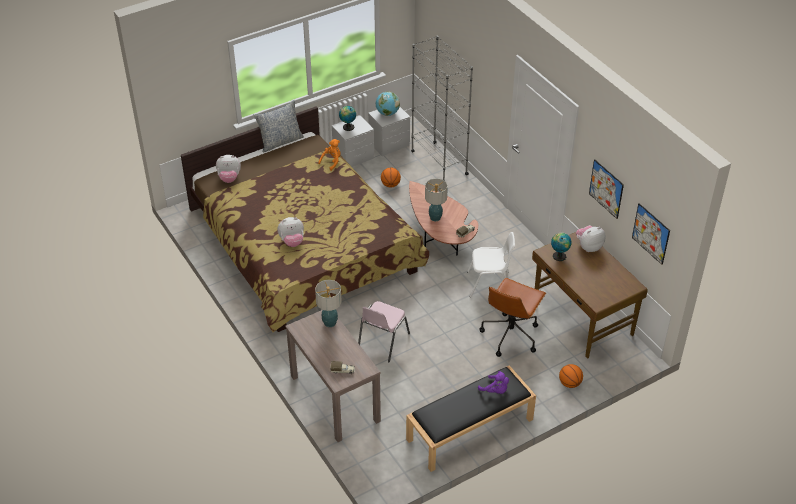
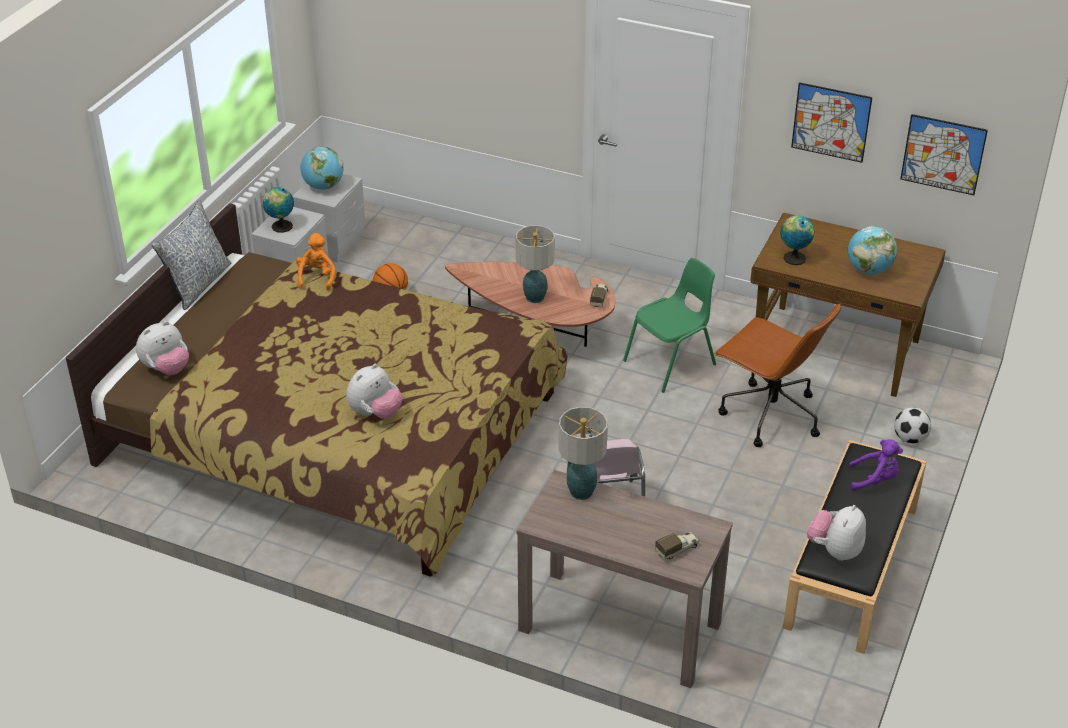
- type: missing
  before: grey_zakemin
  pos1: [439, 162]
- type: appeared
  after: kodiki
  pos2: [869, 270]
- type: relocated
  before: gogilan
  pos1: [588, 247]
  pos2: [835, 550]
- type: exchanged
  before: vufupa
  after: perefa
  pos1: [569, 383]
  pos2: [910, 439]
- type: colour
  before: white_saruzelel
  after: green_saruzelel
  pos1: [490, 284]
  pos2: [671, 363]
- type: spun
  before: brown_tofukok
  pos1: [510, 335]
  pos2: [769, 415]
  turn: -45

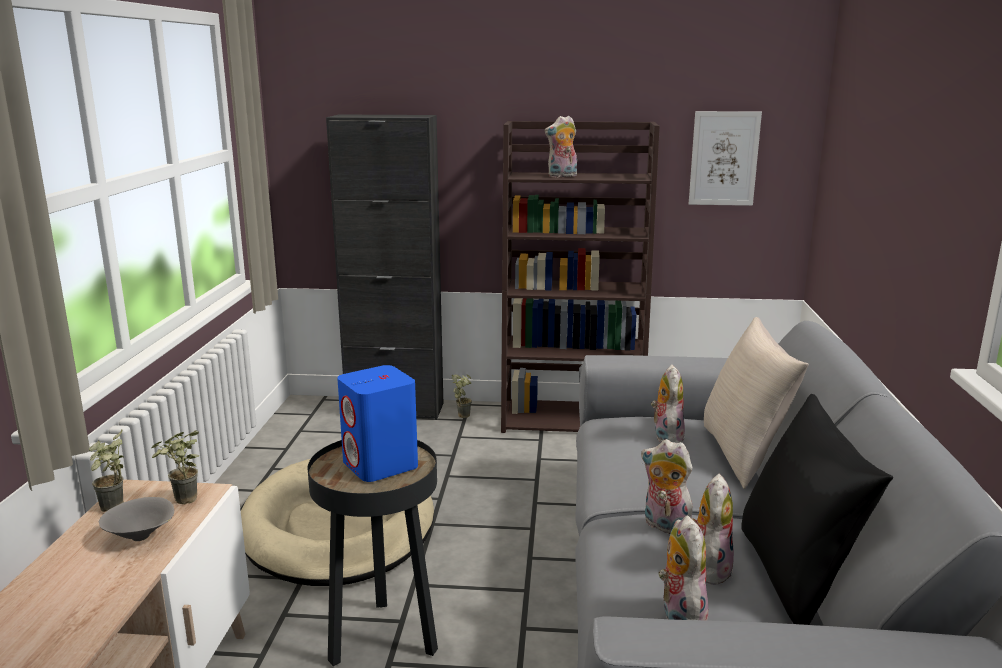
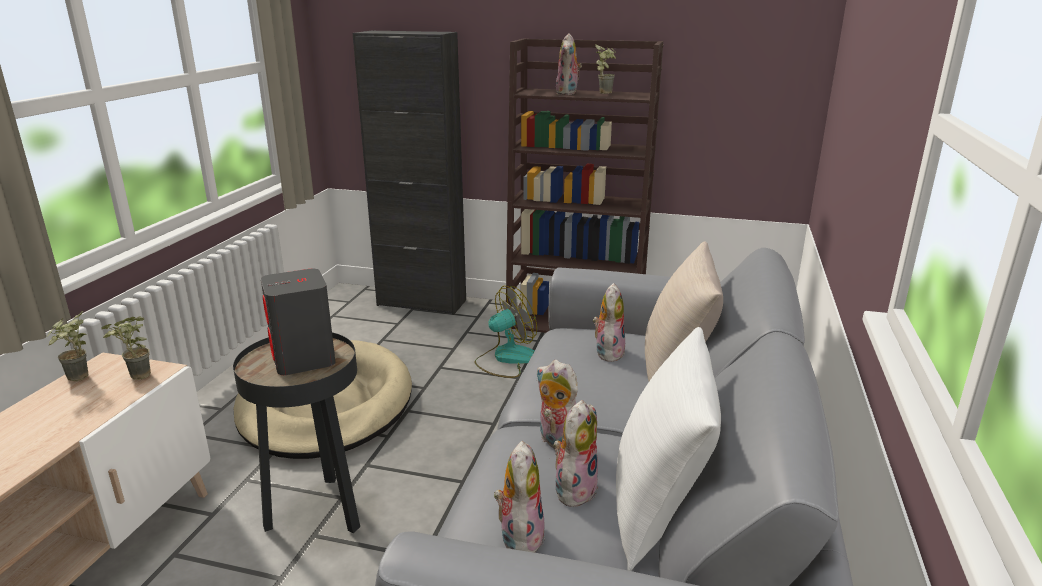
- type: missing
  before: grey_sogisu
  pos1: [142, 537]
- type: missing
  before: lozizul
  pos1: [724, 158]
- type: appeared
  after: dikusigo
  pos2: [506, 359]
- type: relocated
  before: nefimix
  pos1: [463, 414]
  pos2: [605, 92]
- type: colour
  before: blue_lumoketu
  after: grey_lumoketu
  pos1: [380, 465]
  pos2: [304, 360]
- type: colour
  before: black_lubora
  after: white_lubora
  pos1: [796, 577]
  pos2: [659, 509]
- type: spun
  before: gogilan
  pos1: [562, 176]
  pos2: [568, 93]
  turn: -75

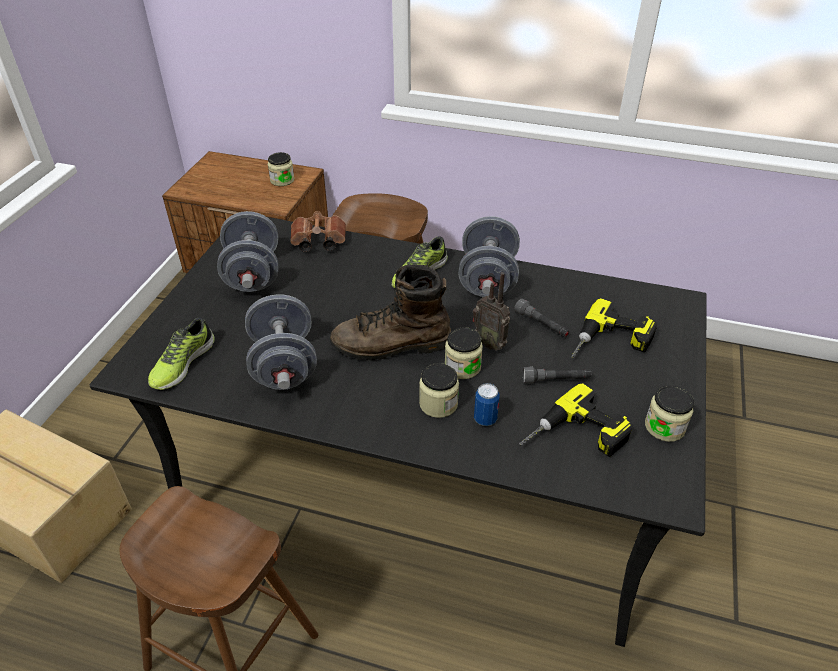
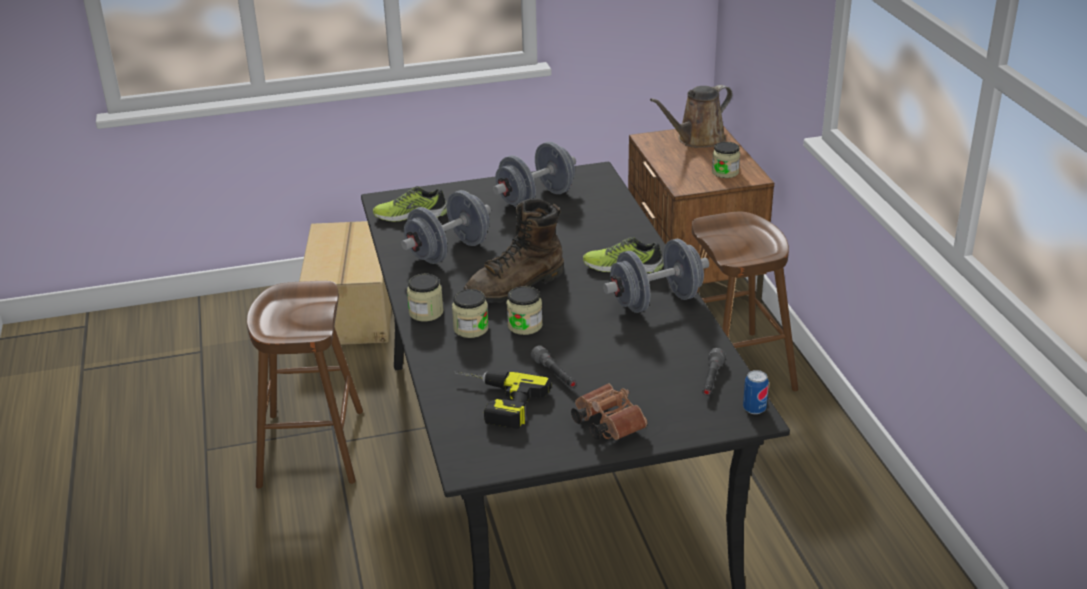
- type: missing
  before: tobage
  pos1: [490, 343]
- type: missing
  before: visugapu
  pos1: [610, 344]
- type: appeared
  after: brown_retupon
  pos2: [697, 140]
- type: relocated
  before: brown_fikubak
  pos1: [317, 242]
  pos2: [605, 423]
- type: relocated
  before: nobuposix
  pos1: [485, 419]
  pos2: [754, 409]
- type: relocated
  before: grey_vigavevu
  pos1: [541, 324]
  pos2: [711, 379]
- type: relocated
  before: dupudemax
  pos1: [664, 427]
  pos2: [426, 312]
- type: spun
  before: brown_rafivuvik
  pos1: [391, 345]
  pos2: [516, 286]
  turn: -90

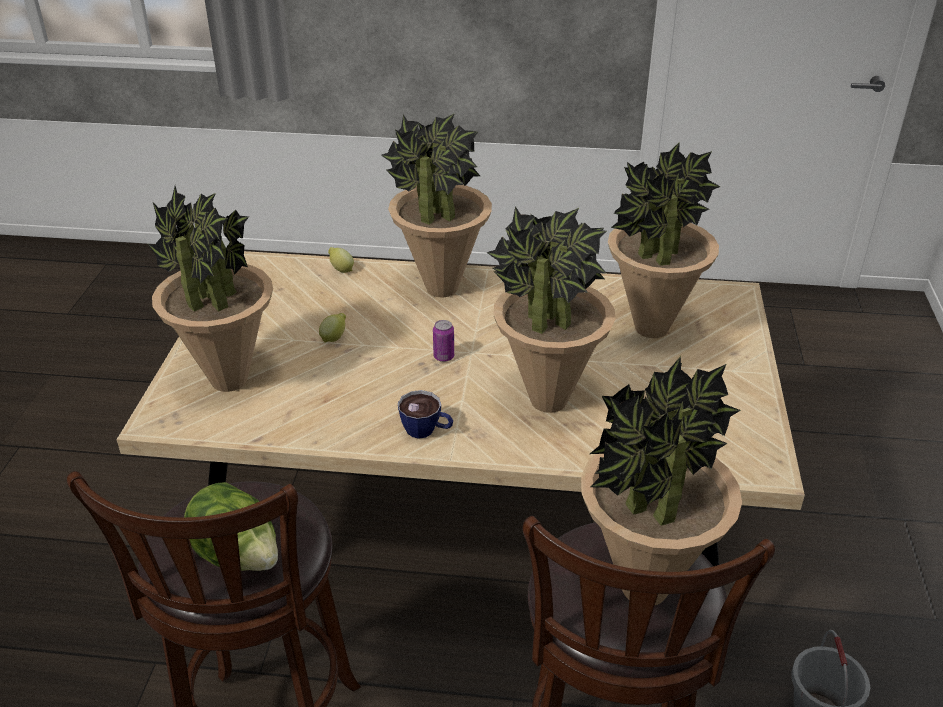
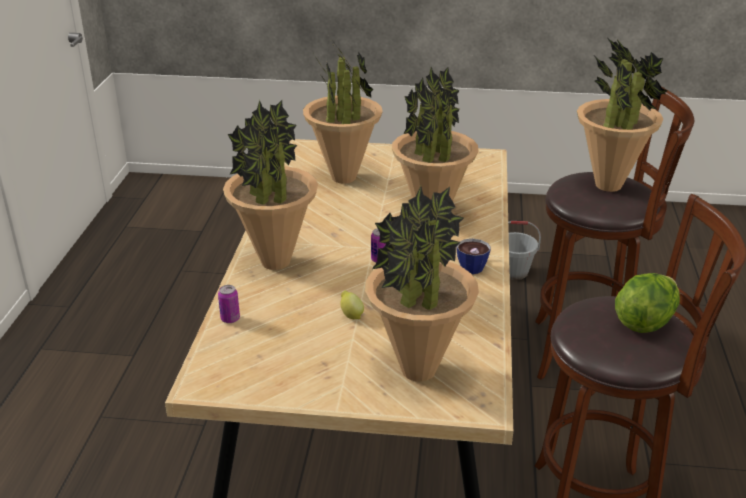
- type: exchanged
  before: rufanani
  after: nobuposix
  pos1: [341, 270]
  pos2: [230, 319]

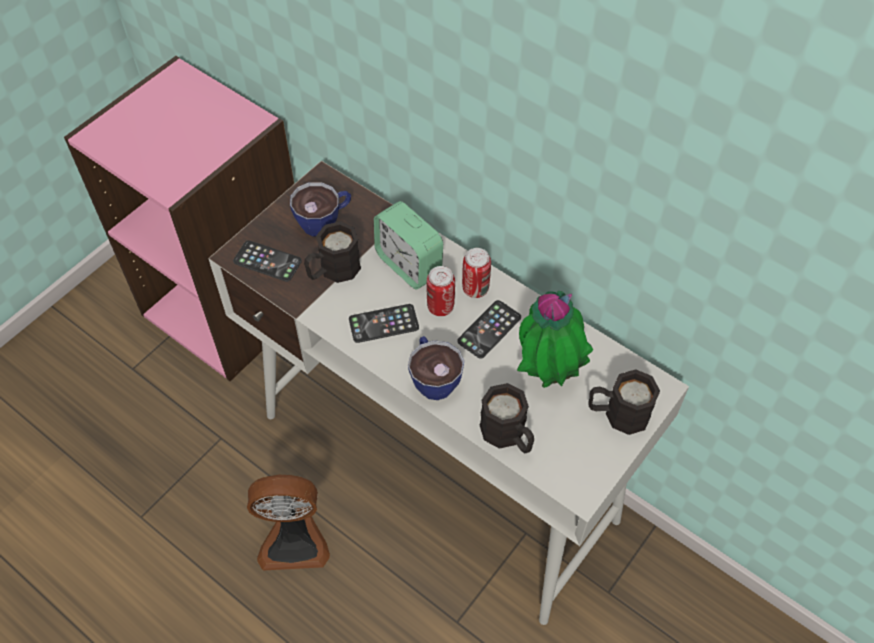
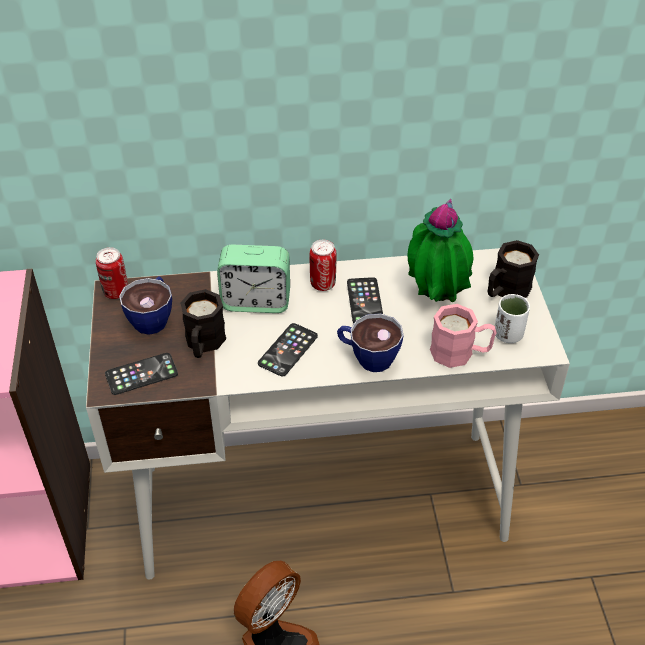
- type: appeared
  after: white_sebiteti
  pos2: [508, 335]
- type: relocated
  before: nobuposix
  pos1: [440, 307]
  pos2: [116, 292]
- type: colour
  before: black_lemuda
  after: pink_lemuda
  pos1: [508, 435]
  pos2: [460, 353]

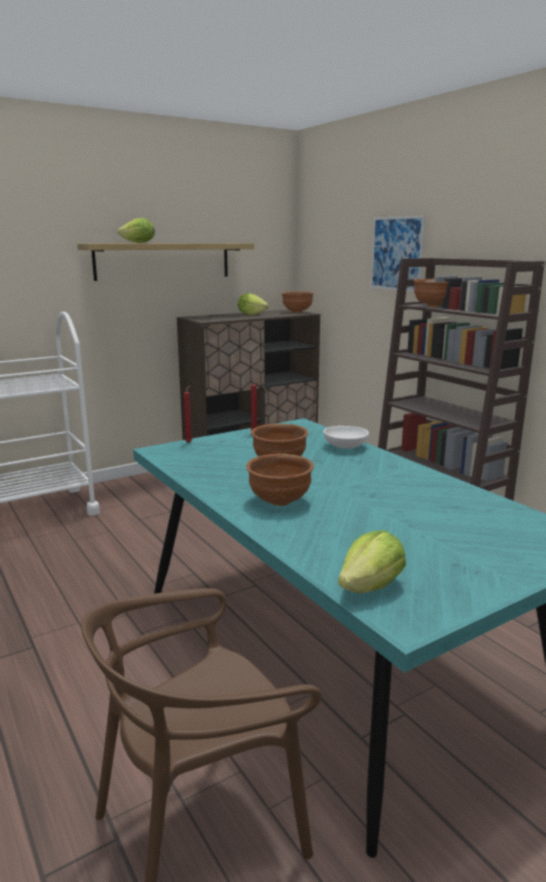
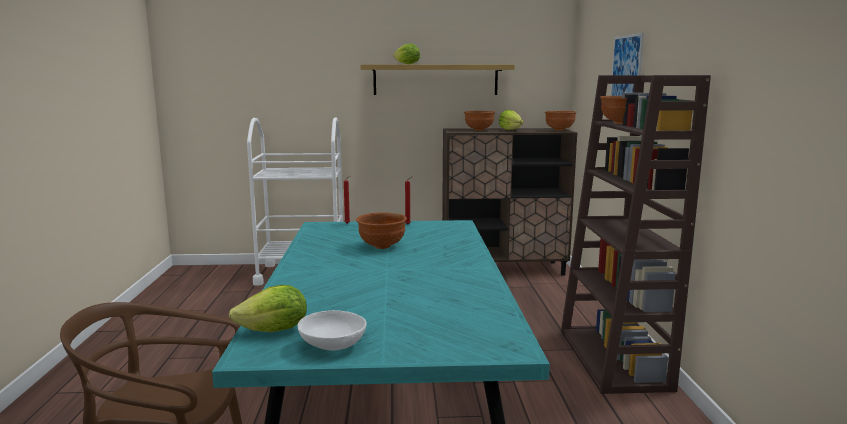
- type: relocated
  before: brown_sogisu
  pos1: [279, 501]
  pos2: [478, 130]
- type: relocated
  before: white_sogisu
  pos1: [345, 447]
  pos2: [333, 345]

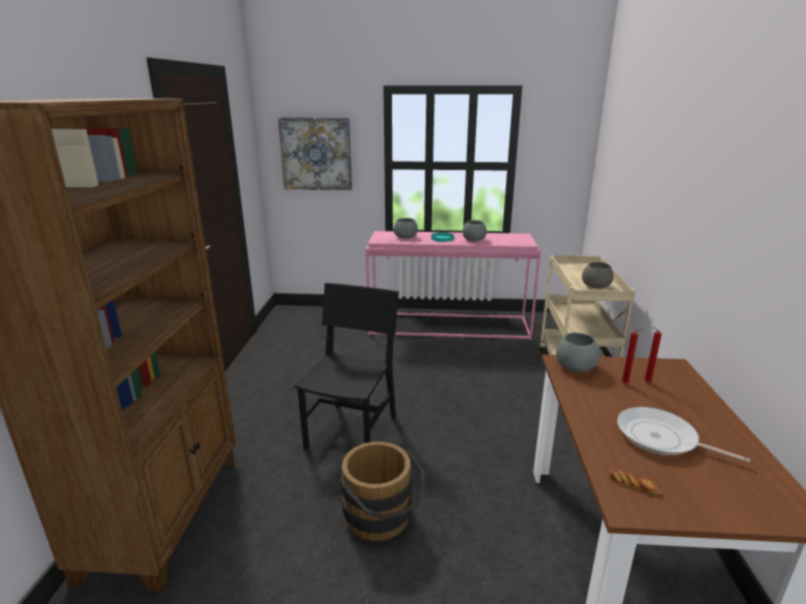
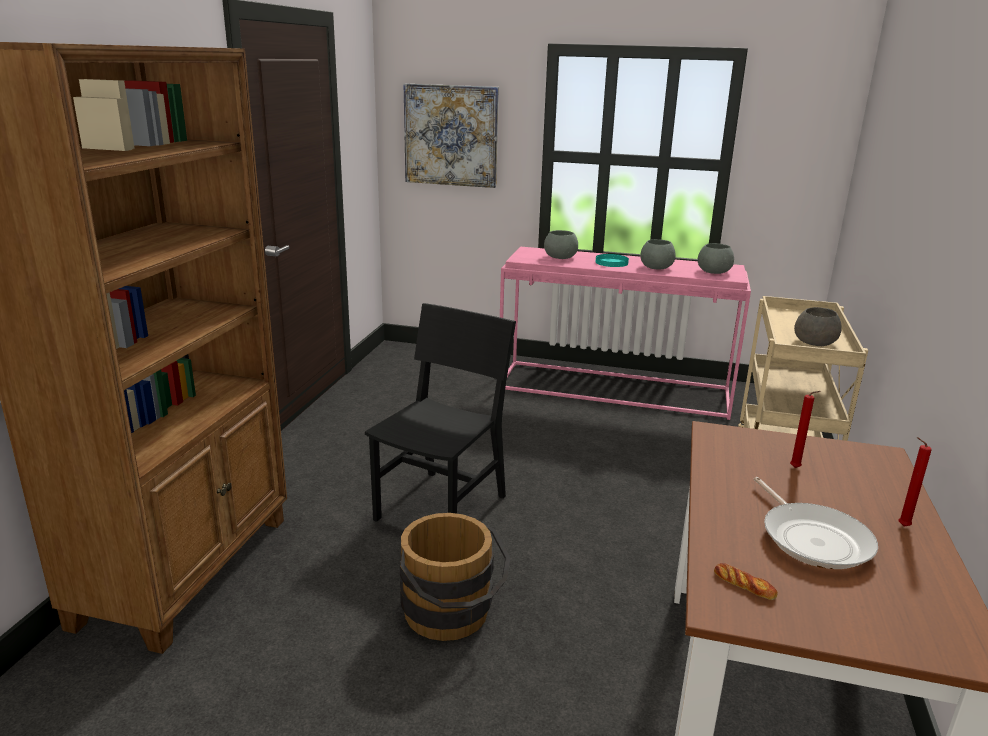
- type: relocated
  before: grey_sogisu
  pos1: [575, 367]
  pos2: [713, 271]
- type: relocated
  before: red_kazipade
  pos1: [646, 382]
  pos2: [901, 526]
- type: spun
  before: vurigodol
  pos1: [661, 438]
  pos2: [812, 539]
  turn: -150

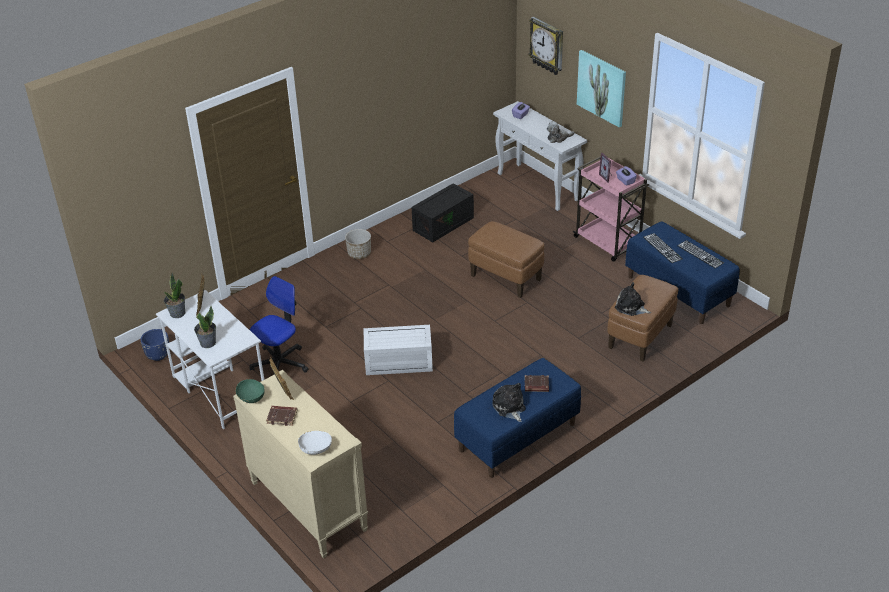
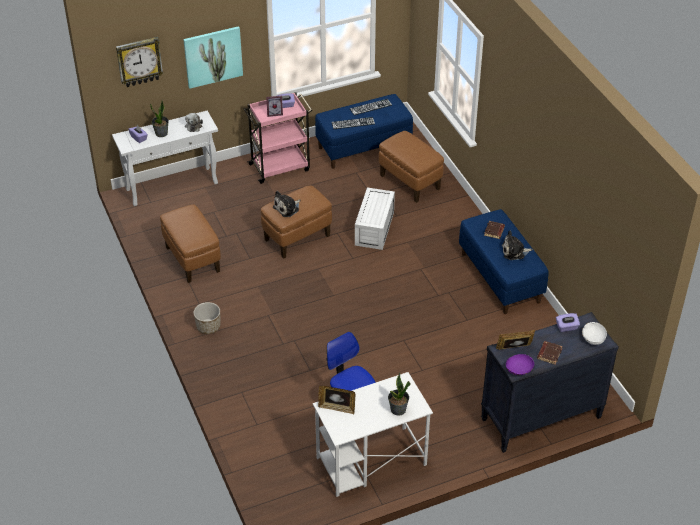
- type: missing
  before: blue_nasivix
  pos1: [158, 356]
- type: appeared
  after: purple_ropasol
  pos2: [566, 327]
- type: relocated
  before: nefimix
  pos1: [177, 313]
  pos2: [161, 133]
- type: relocated
  before: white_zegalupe
  pos1: [397, 363]
  pos2: [375, 229]
- type: relocated
  before: gogilan
  pos1: [631, 307]
  pos2: [287, 208]
- type: exchanged
  before: black_zegalupe
  after: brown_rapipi
  pos1: [443, 223]
  pos2: [192, 259]
- type: colour
  before: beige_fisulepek
  after: black_fisulepek
  pos1: [307, 506]
  pos2: [540, 419]
- type: colour
  before: green_sogisu
  after: purple_sogisu
  pos1: [251, 398]
  pos2: [519, 371]

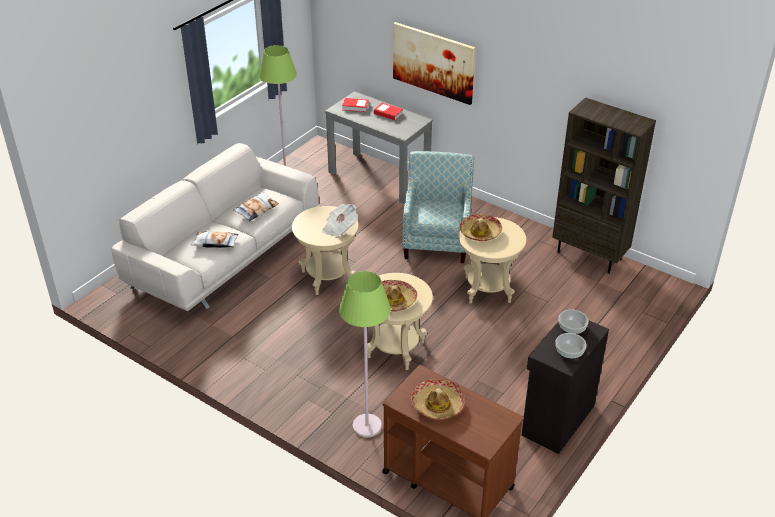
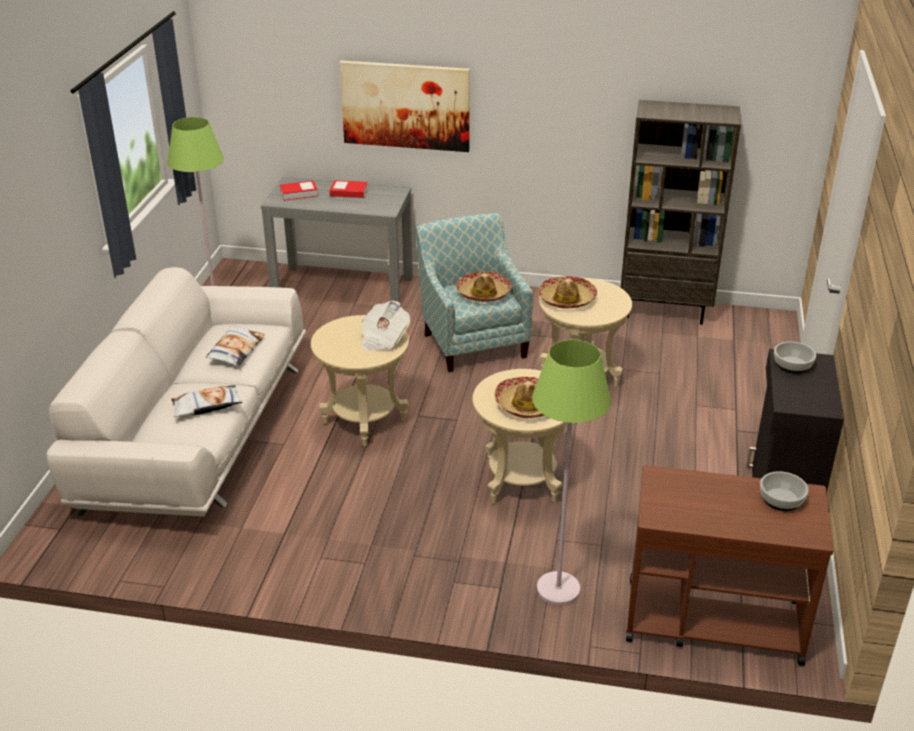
- type: relocated
  before: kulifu
  pos1: [437, 404]
  pos2: [483, 293]
- type: relocated
  before: sogisu
  pos1: [569, 351]
  pos2: [781, 499]

